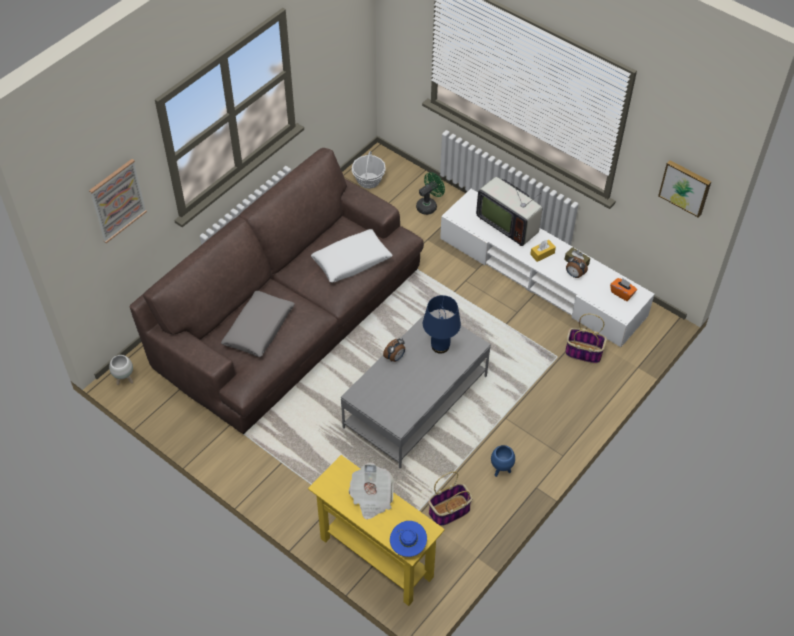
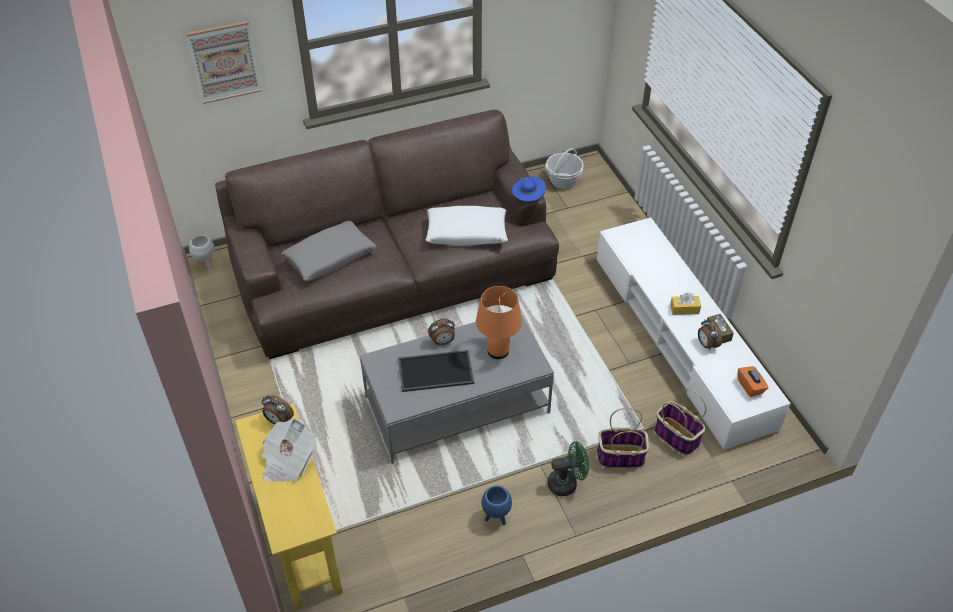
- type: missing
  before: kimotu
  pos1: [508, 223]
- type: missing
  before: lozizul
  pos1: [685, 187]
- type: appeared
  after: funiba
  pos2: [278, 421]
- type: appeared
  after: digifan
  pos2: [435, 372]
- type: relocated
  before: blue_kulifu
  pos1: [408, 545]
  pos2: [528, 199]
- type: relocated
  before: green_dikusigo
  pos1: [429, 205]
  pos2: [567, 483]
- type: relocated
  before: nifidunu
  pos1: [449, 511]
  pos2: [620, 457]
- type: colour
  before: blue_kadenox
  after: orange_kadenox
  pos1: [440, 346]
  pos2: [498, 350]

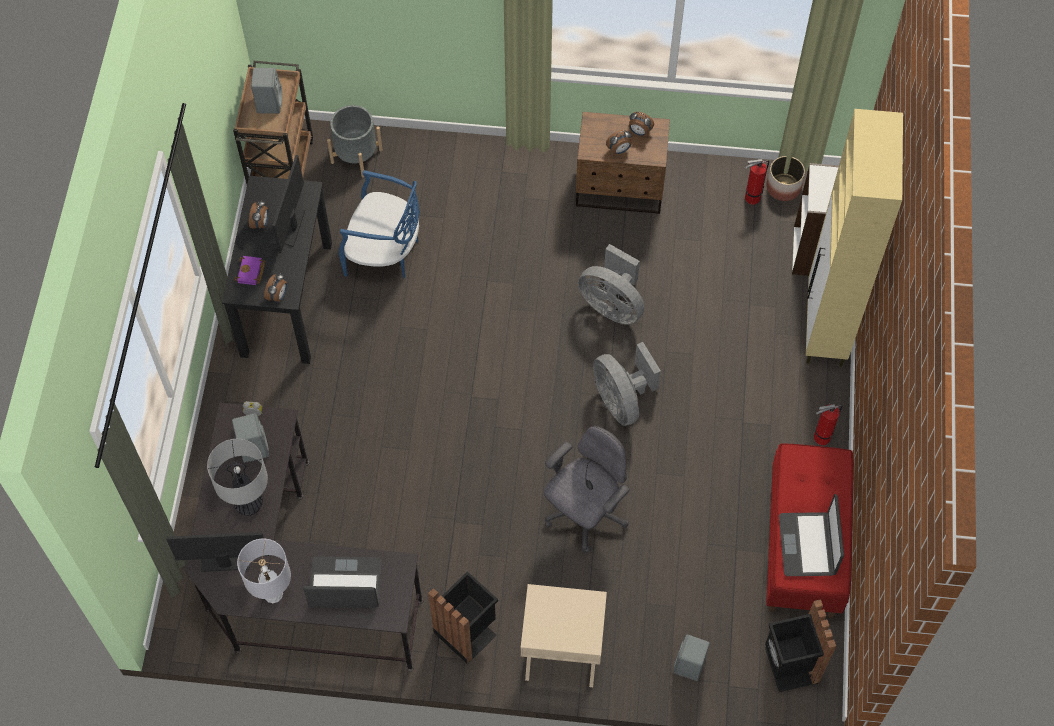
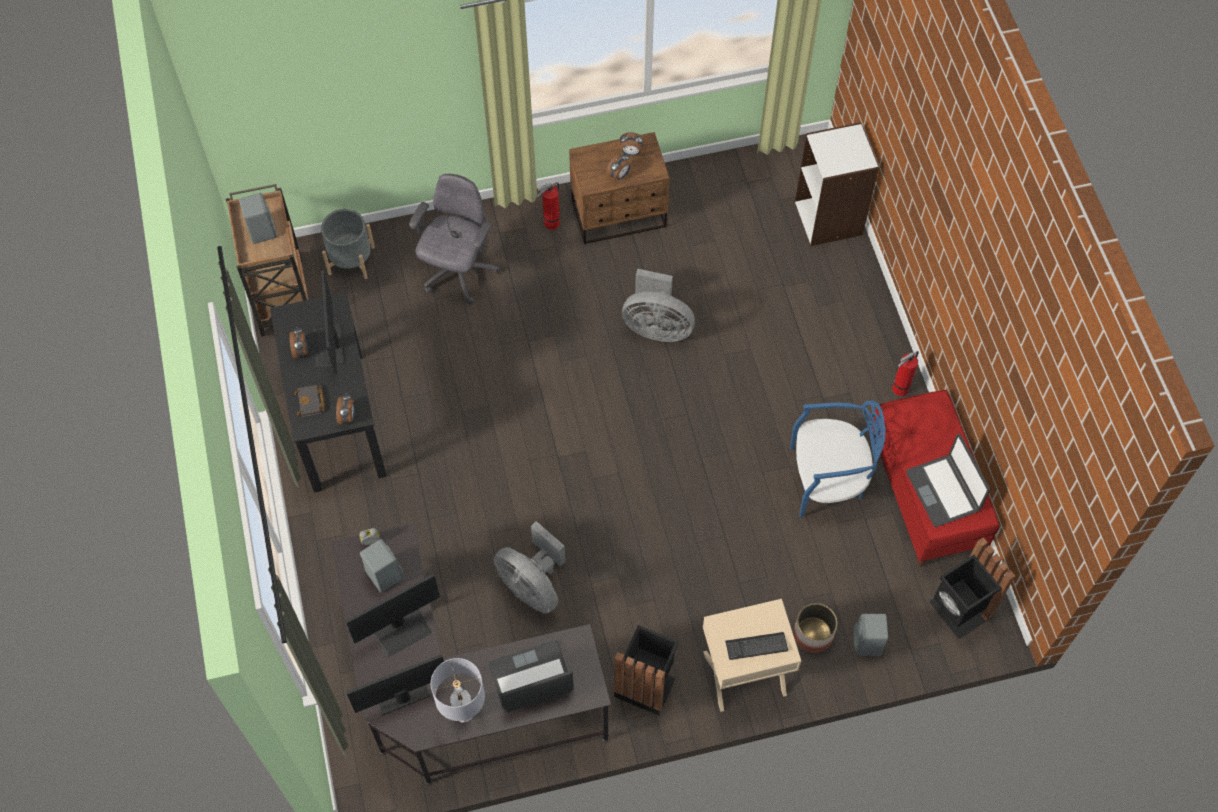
- type: missing
  before: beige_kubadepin
  pos1: [824, 329]
- type: appeared
  after: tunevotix
  pos2: [756, 646]
- type: relocated
  before: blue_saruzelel
  pos1: [384, 253]
  pos2: [827, 480]
- type: relocated
  before: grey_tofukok
  pos1: [585, 514]
  pos2: [458, 273]
- type: relocated
  before: grey_dikusigo
  pos1: [621, 400]
  pos2: [532, 586]
- type: relocated
  before: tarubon
  pos1: [750, 198]
  pos2: [550, 224]
- type: relocated
  before: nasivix
  pos1: [783, 187]
  pos2: [812, 634]
- type: exchanged
  before: kadenox
  after: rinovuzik
  pos1: [249, 503]
  pos2: [402, 631]
- type: colour
  before: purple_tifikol
  after: black_tifikol
  pos1: [251, 273]
  pos2: [311, 403]

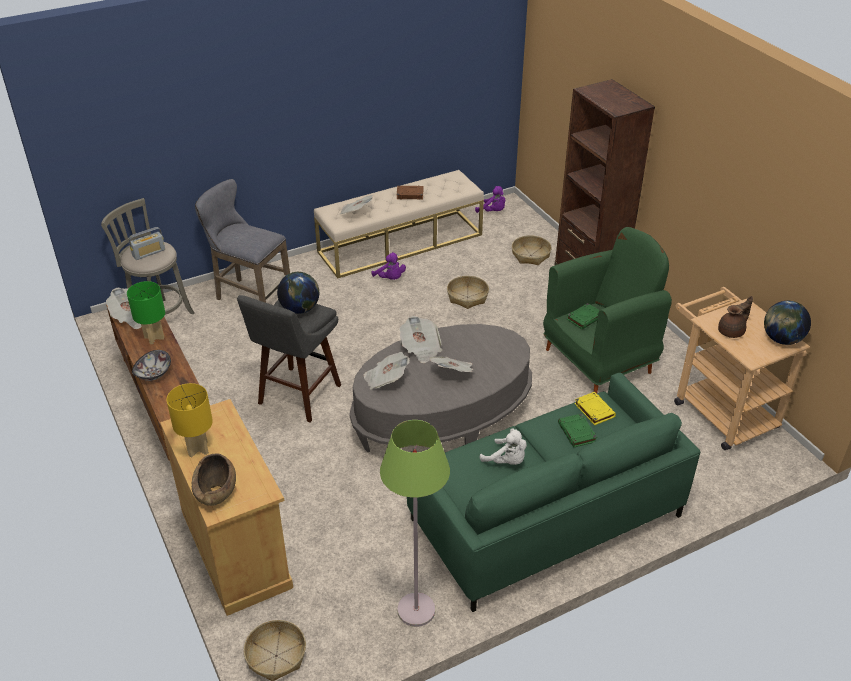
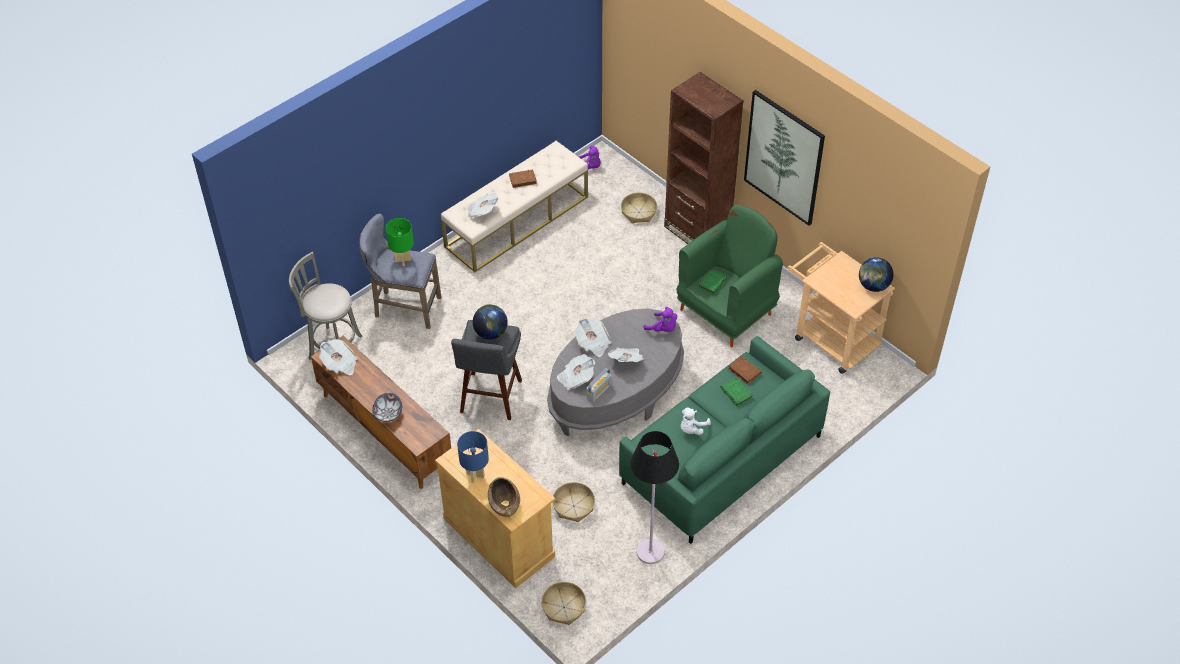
- type: missing
  before: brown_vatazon
  pos1: [732, 331]
- type: appeared
  after: lozizul
  pos2: [784, 157]
- type: relocated
  before: green_kadenox
  pos1: [153, 338]
  pos2: [402, 260]
- type: relocated
  before: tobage
  pos1: [149, 253]
  pos2: [599, 391]
- type: relocated
  before: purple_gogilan
  pos1: [390, 278]
  pos2: [663, 329]
- type: relocated
  before: nifidunu
  pos1: [467, 297]
  pos2: [574, 506]
- type: colour
  before: yellow_kadenox
  after: blue_kadenox
  pos1: [198, 449]
  pos2: [475, 475]
- type: colour
  before: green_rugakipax
  after: black_rugakipax
  pos1: [416, 610]
  pos2: [650, 552]
- type: colour
  before: yellow_tifikol
  after: brown_tifikol
  pos1: [594, 410]
  pos2: [744, 371]
- type: spun
  before: white_gogilan
  pos1: [506, 461]
  pos2: [692, 428]
  turn: 105

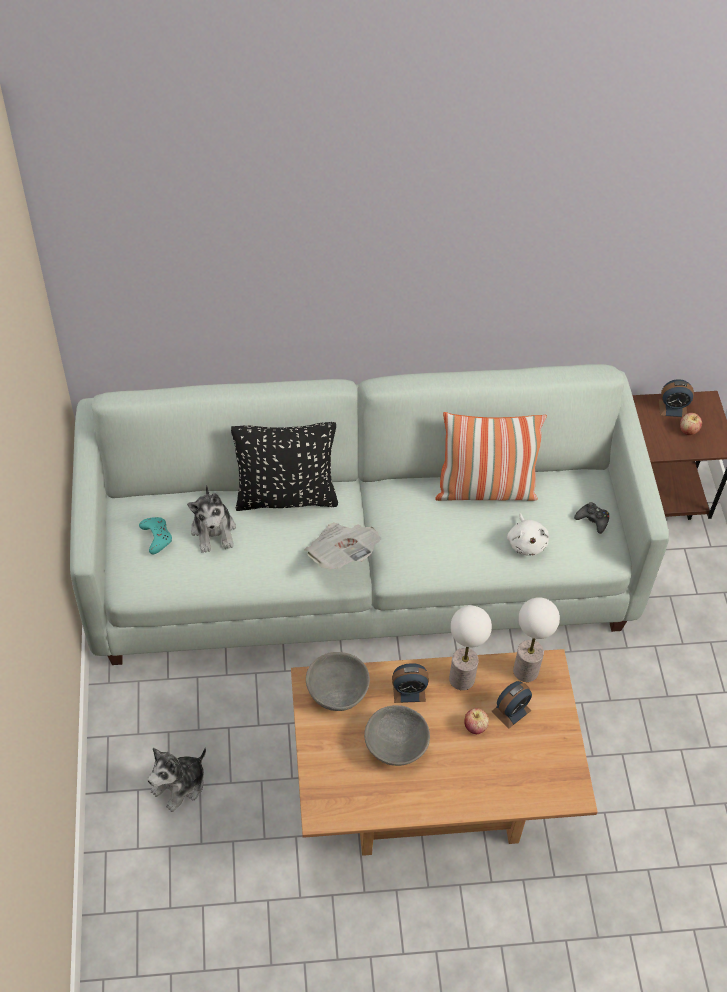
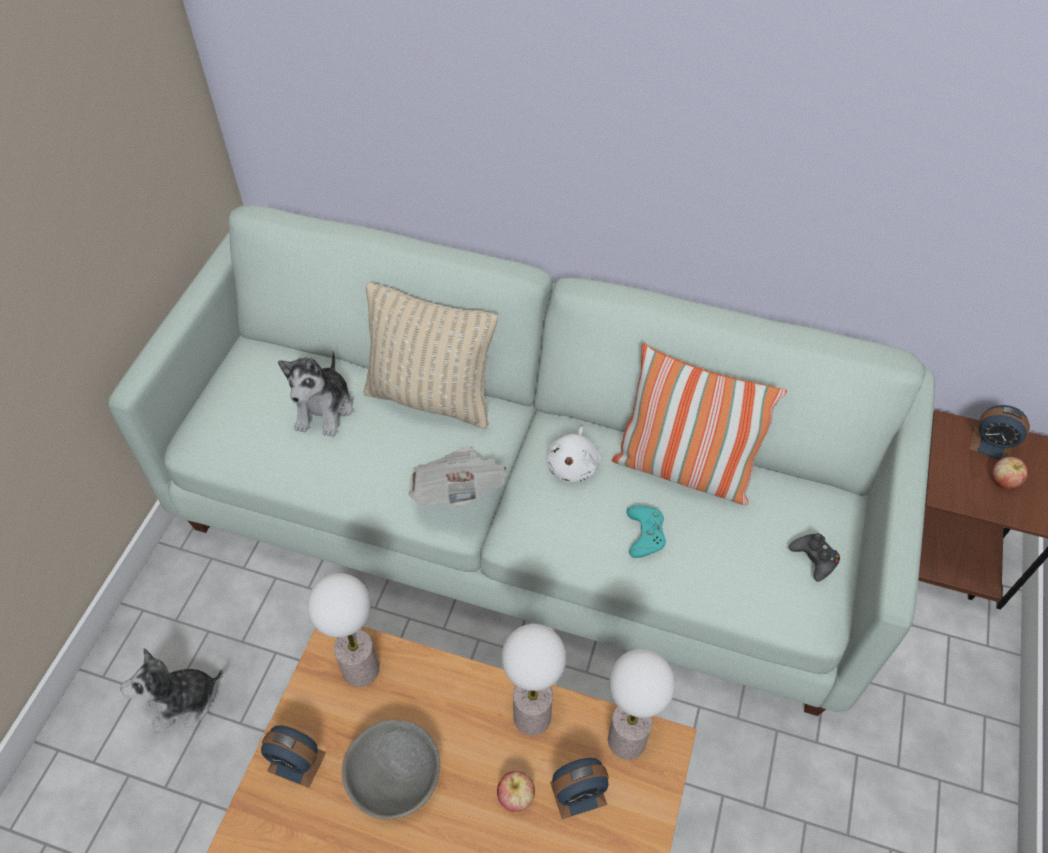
- type: relocated
  before: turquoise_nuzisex
  pos1: [156, 536]
  pos2: [645, 534]
- type: relocated
  before: funiba
  pos1: [409, 691]
  pos2: [296, 761]
- type: relocated
  before: white_gogilan
  pos1: [526, 542]
  pos2: [573, 465]
- type: exchanged
  before: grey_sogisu
  after: kadenox
  pos1: [337, 692]
  pos2: [360, 670]
- type: colour
  before: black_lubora
  after: beige_lubora
  pos1: [286, 497]
  pos2: [431, 397]

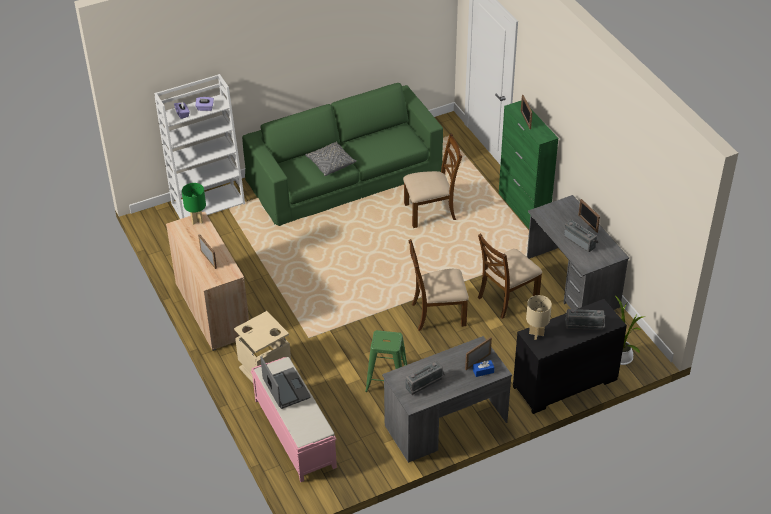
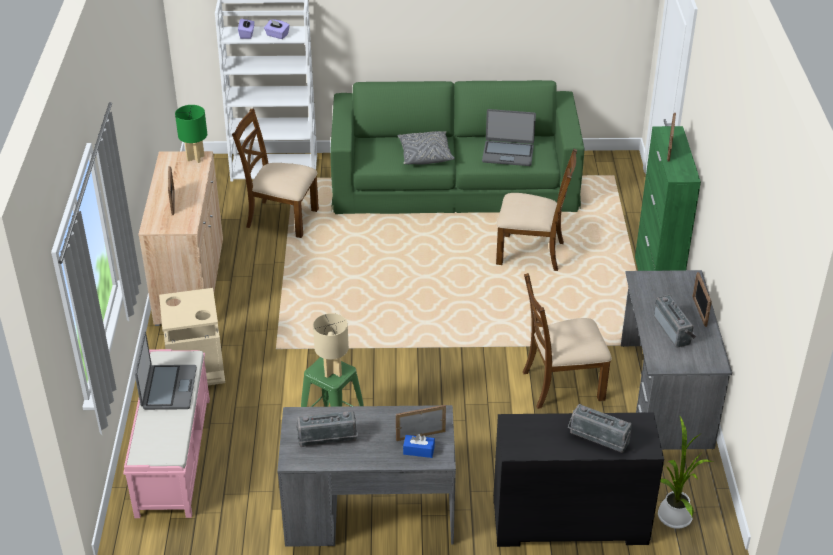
- type: appeared
  after: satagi
  pos2: [508, 154]
- type: relocated
  before: brown_saruzelel
  pos1: [437, 314]
  pos2: [281, 218]
- type: relocated
  before: beige_kadenox
  pos1: [536, 334]
  pos2: [332, 372]

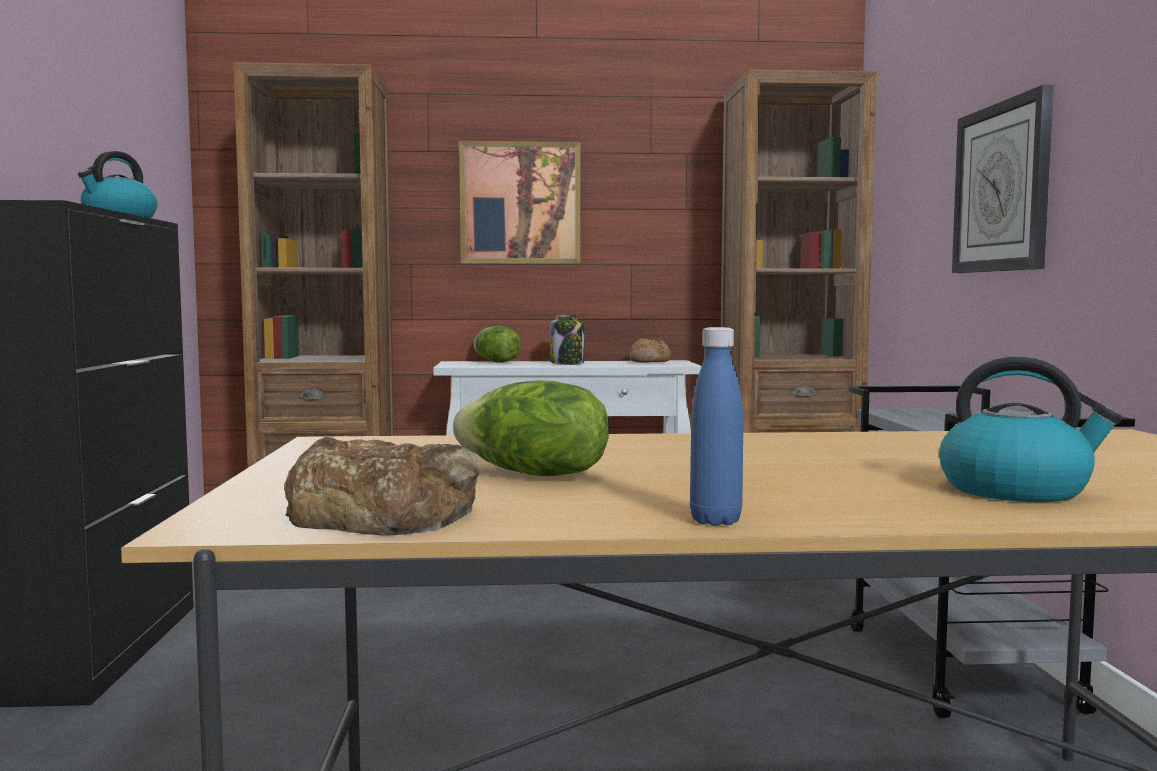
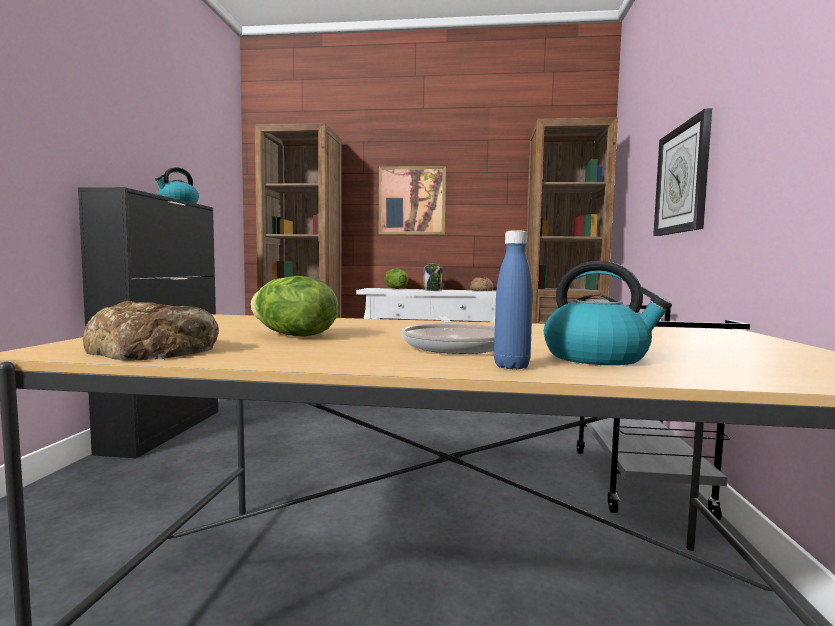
- type: appeared
  after: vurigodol
  pos2: [455, 345]
- type: relocated
  before: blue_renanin
  pos1: [715, 521]
  pos2: [511, 366]

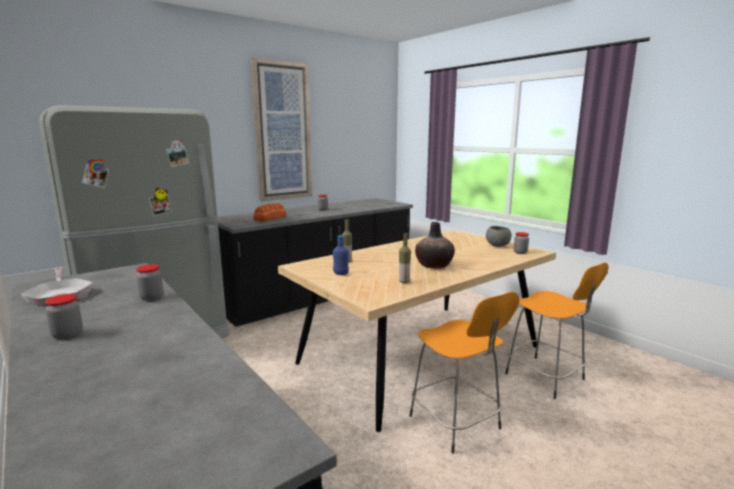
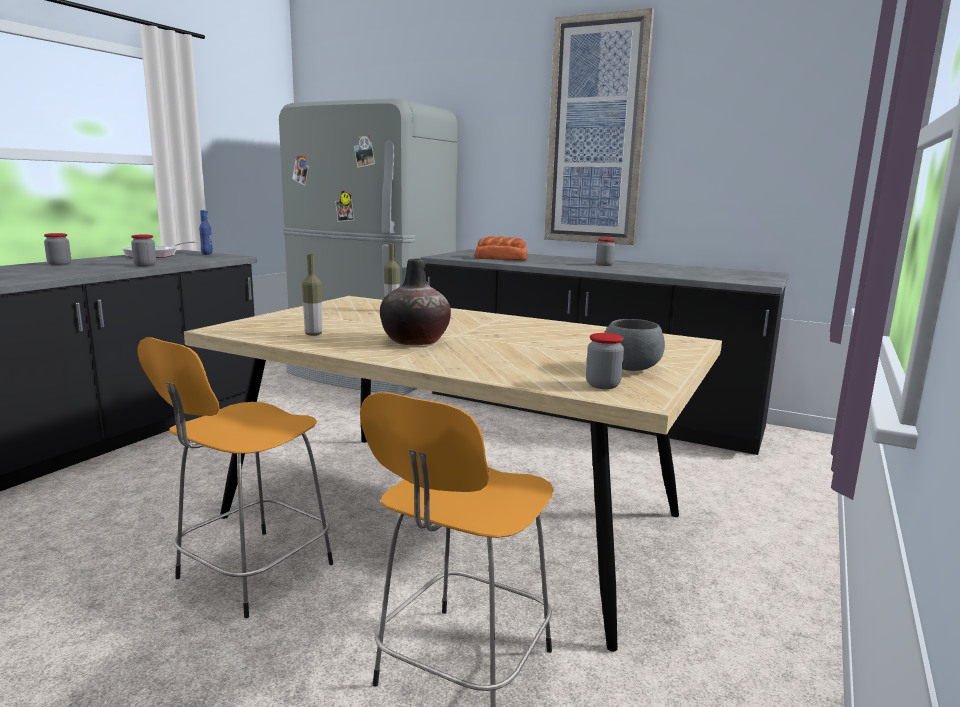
- type: relocated
  before: blue_renanin
  pos1: [340, 274]
  pos2: [207, 254]

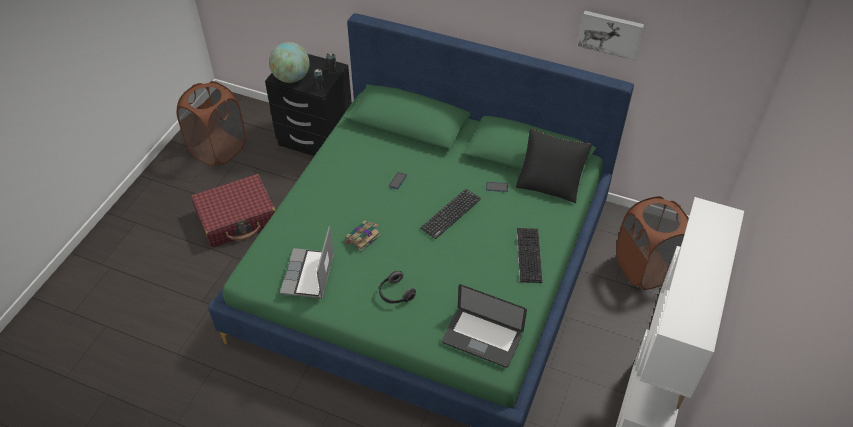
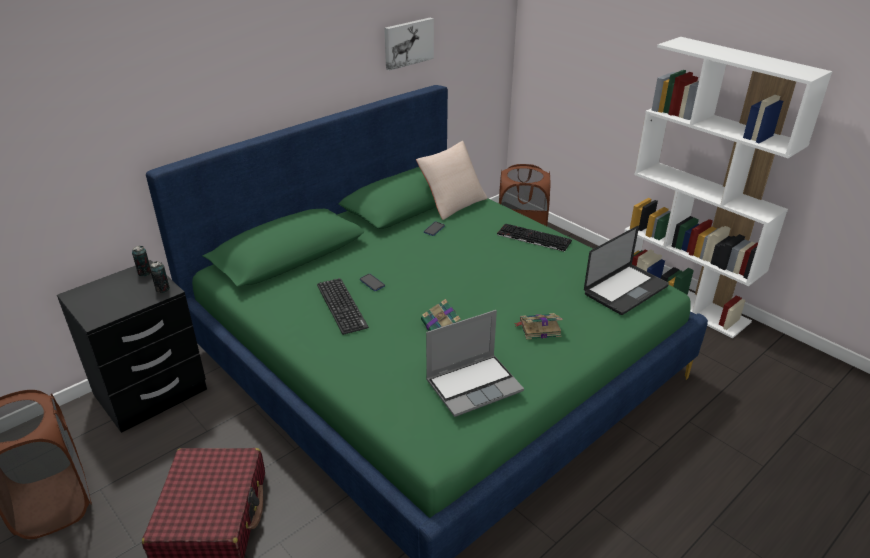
- type: missing
  before: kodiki
  pos1: [291, 78]
- type: relocated
  before: tunevotix
  pos1: [451, 213]
  pos2: [341, 306]
- type: exchanged
  before: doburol
  after: tifikol
  pos1: [395, 294]
  pos2: [538, 329]
- type: colour
  before: black_lubora
  after: beige_lubora
  pos1: [550, 183]
  pos2: [452, 203]
- type: spun
  before: satagi
  pos1: [309, 275]
  pos2: [474, 385]
  turn: -60

